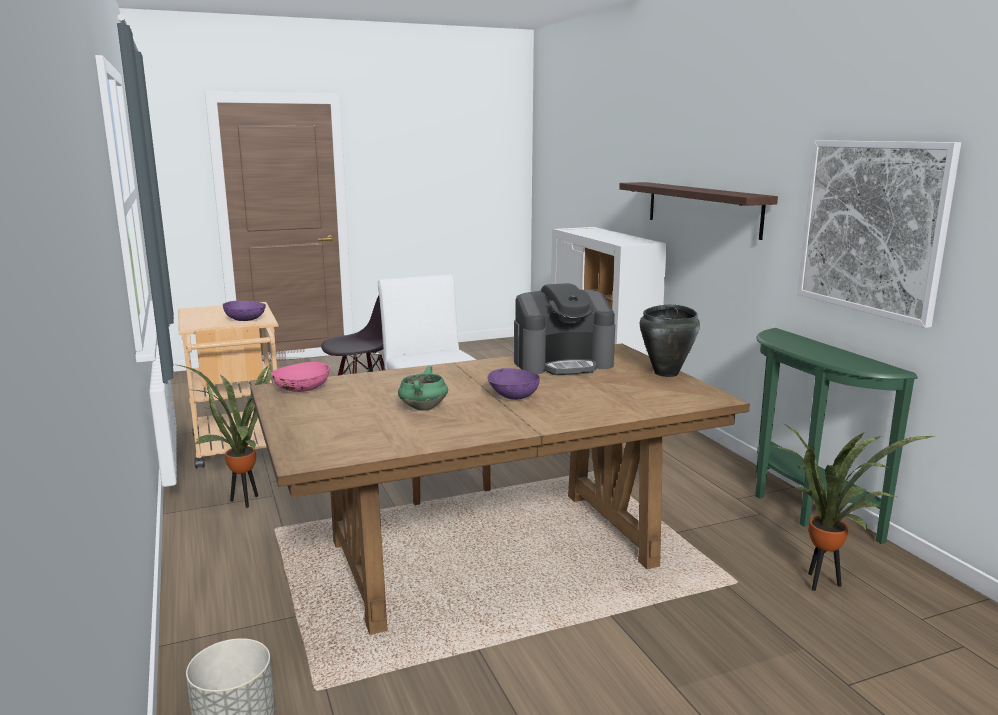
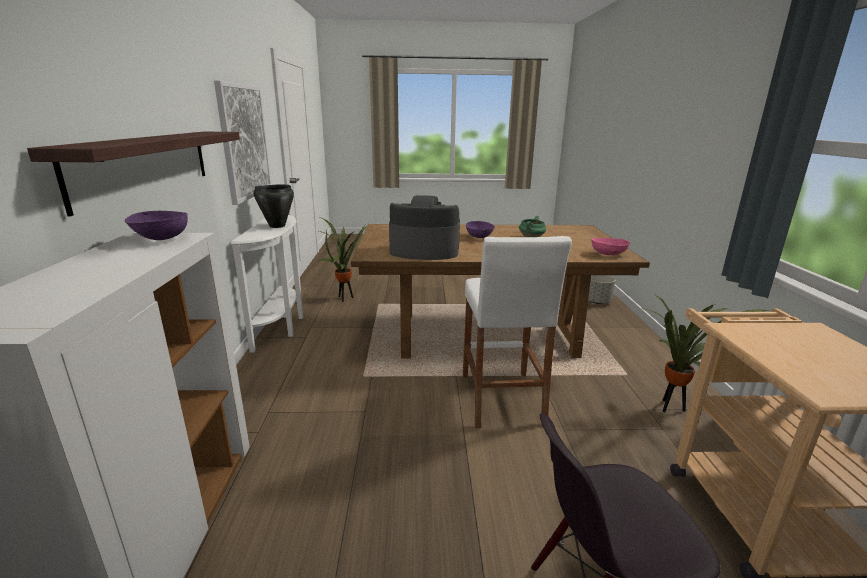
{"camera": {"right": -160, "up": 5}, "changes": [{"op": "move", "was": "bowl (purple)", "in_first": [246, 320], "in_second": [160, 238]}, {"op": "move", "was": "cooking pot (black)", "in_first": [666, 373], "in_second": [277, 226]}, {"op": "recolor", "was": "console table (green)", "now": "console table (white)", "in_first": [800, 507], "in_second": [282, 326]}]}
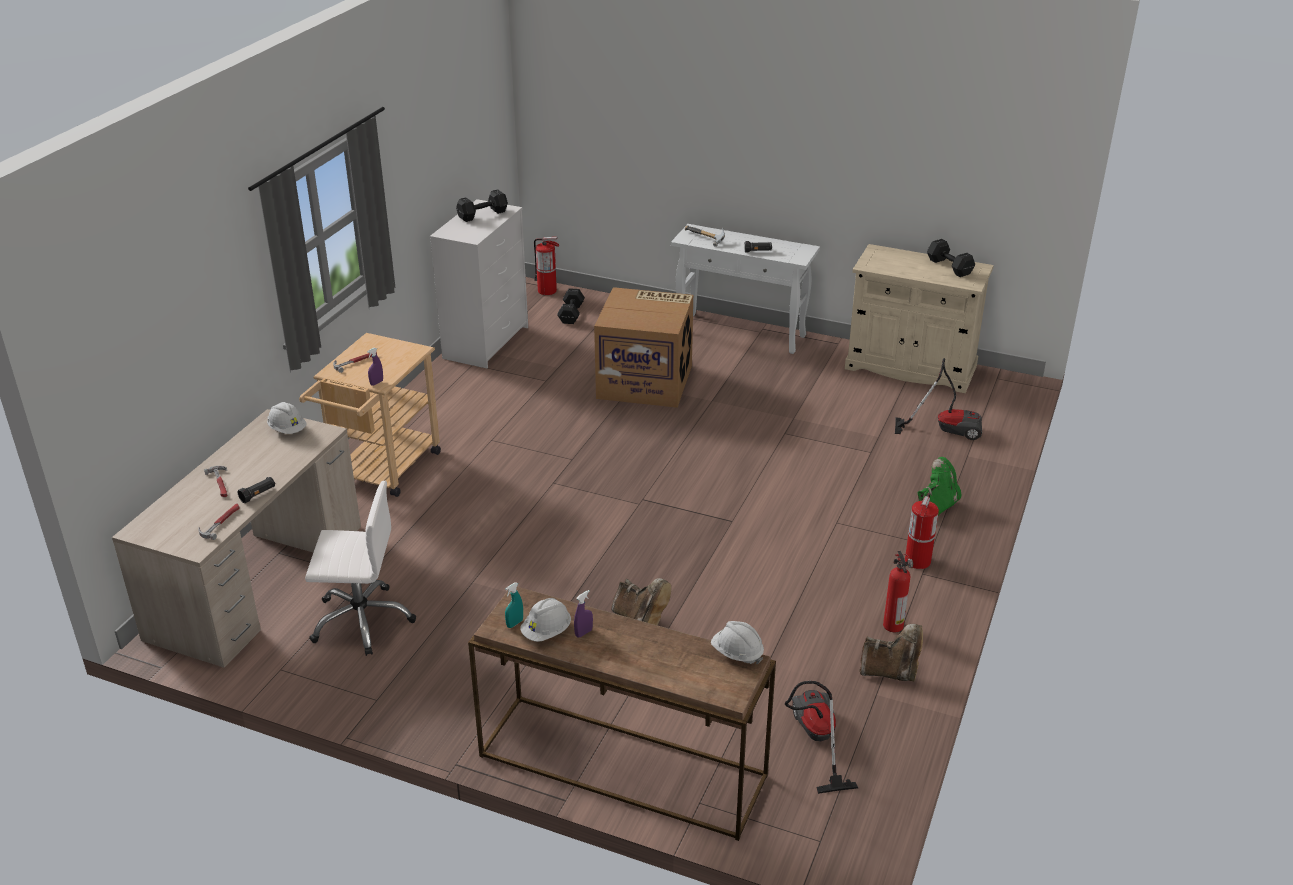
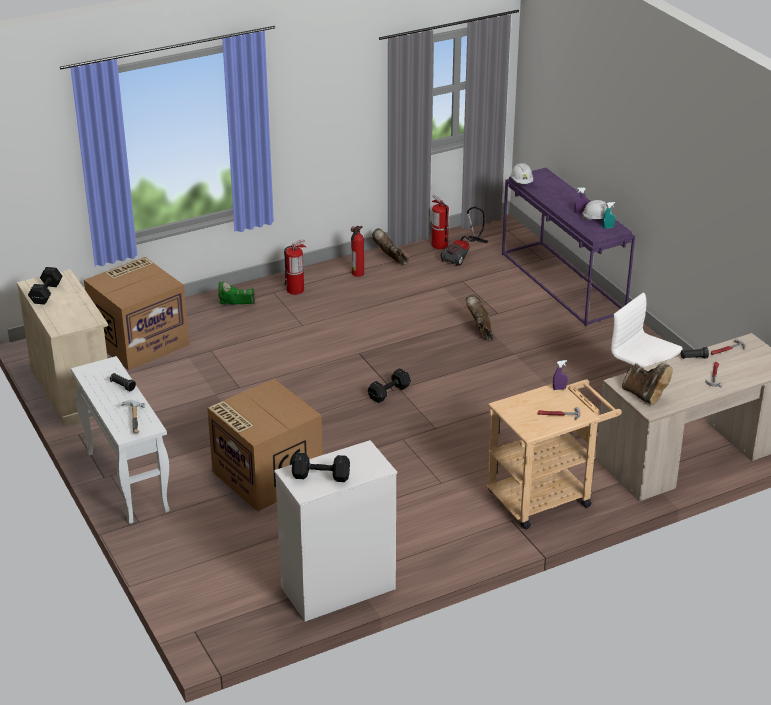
{"camera": {"right": -140, "up": 0}, "changes": [{"op": "move", "was": "fire extinguisher", "in_first": [547, 291], "in_second": [439, 245]}, {"op": "move", "was": "dumbbell (black)", "in_first": [570, 314], "in_second": [390, 392]}, {"op": "replace", "was": "vacuum cleaner", "now": "cardboard box", "in_first": [946, 429], "in_second": [140, 341]}, {"op": "replace", "was": "hard hat (white)", "now": "boot (brown)", "in_first": [287, 430], "in_second": [644, 396]}, {"op": "recolor", "was": "console table (brown)", "now": "console table (purple)", "in_first": [619, 767], "in_second": [563, 283]}]}
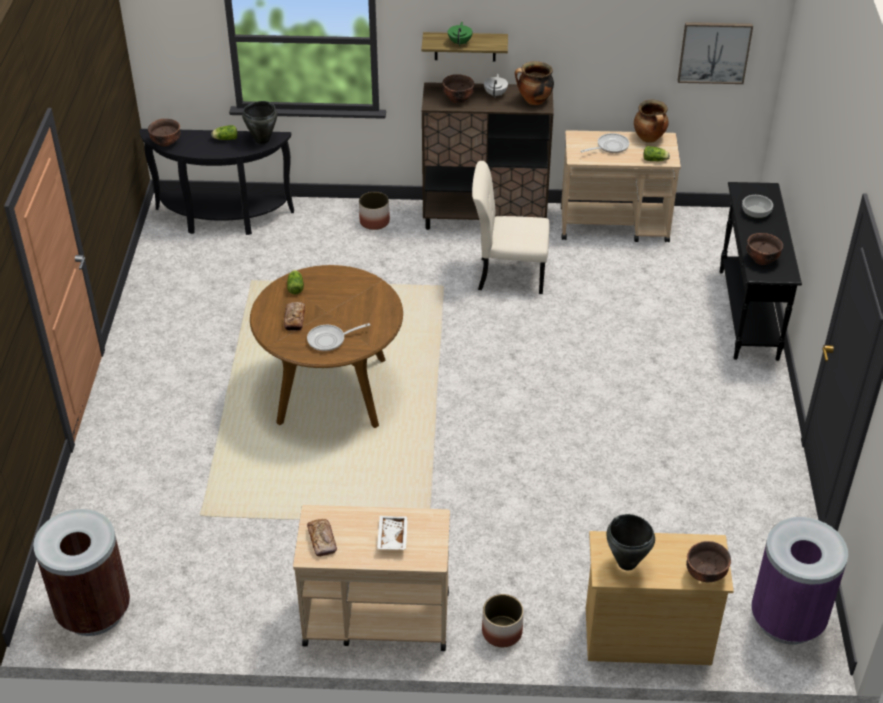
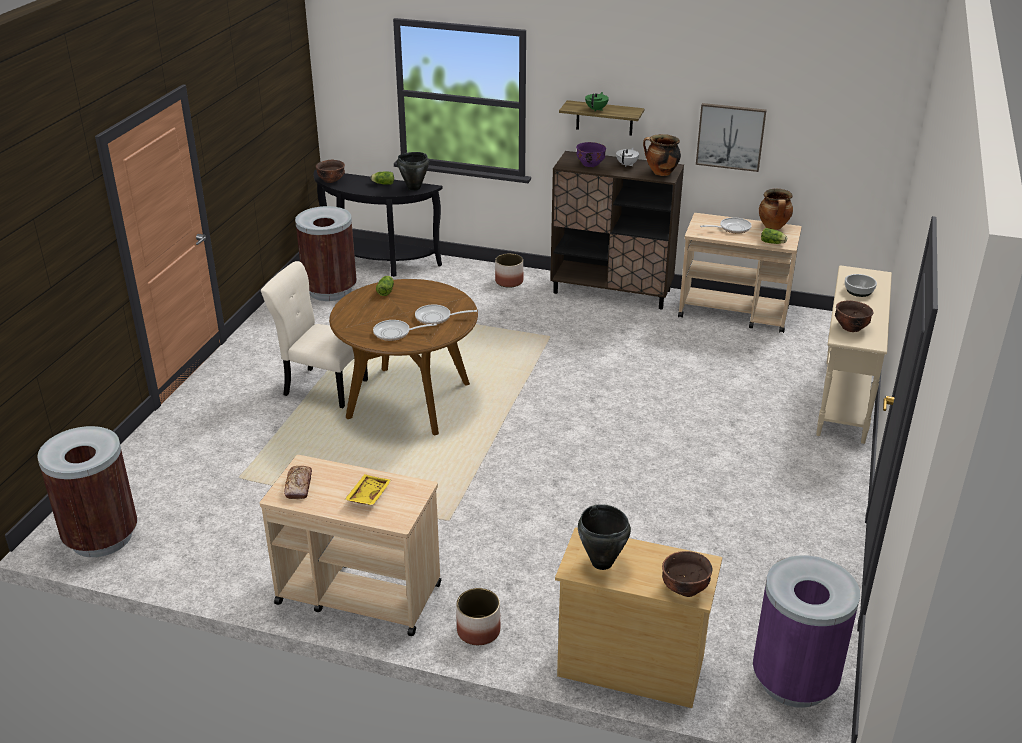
{"camera": {"right": 15, "up": -10}, "changes": [{"op": "move", "was": "picture", "in_first": [714, 52], "in_second": [730, 136]}, {"op": "recolor", "was": "bowl (brown)", "now": "bowl (purple)", "in_first": [457, 99], "in_second": [590, 164]}, {"op": "move", "was": "chair (beige)", "in_first": [508, 275], "in_second": [322, 387]}, {"op": "recolor", "was": "console table (black)", "now": "console table (beige)", "in_first": [747, 315], "in_second": [844, 401]}, {"op": "delete", "was": "bread", "in_first": [294, 319]}, {"op": "recolor", "was": "tray (white)", "now": "tray (yellow)", "in_first": [391, 537], "in_second": [367, 495]}, {"op": "insert", "now": "trash can (brown)", "in_second": [330, 290]}, {"op": "insert", "now": "frying pan", "in_second": [436, 318]}]}
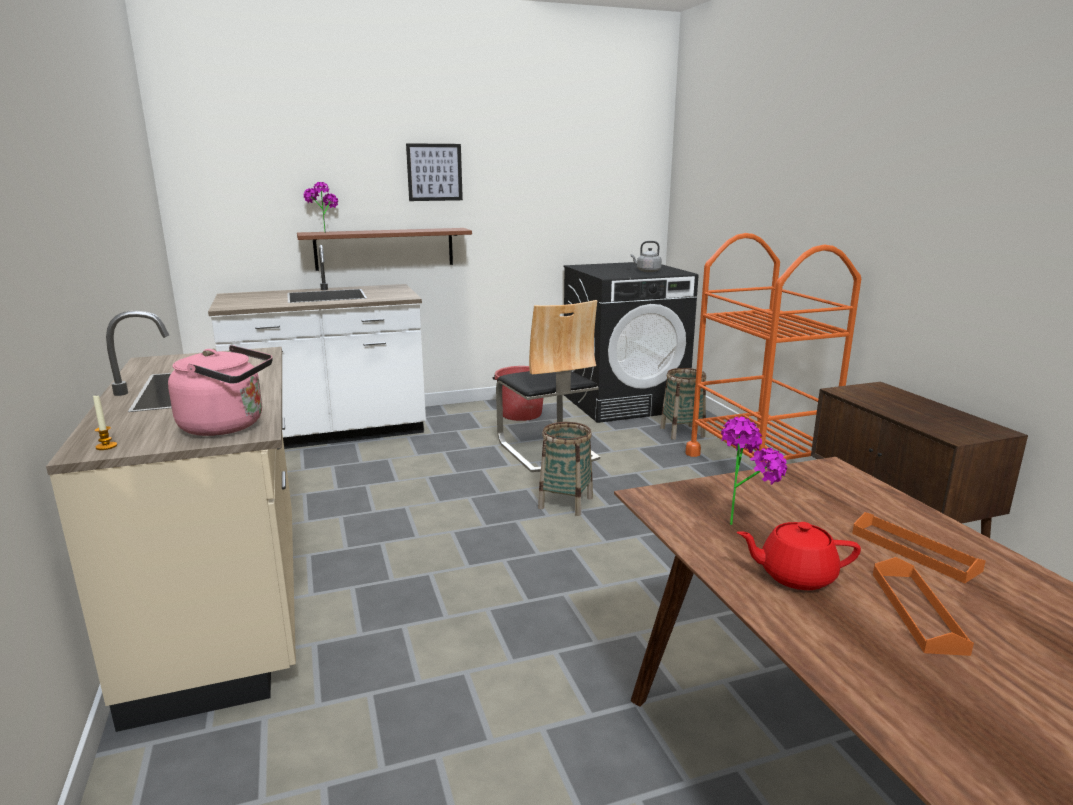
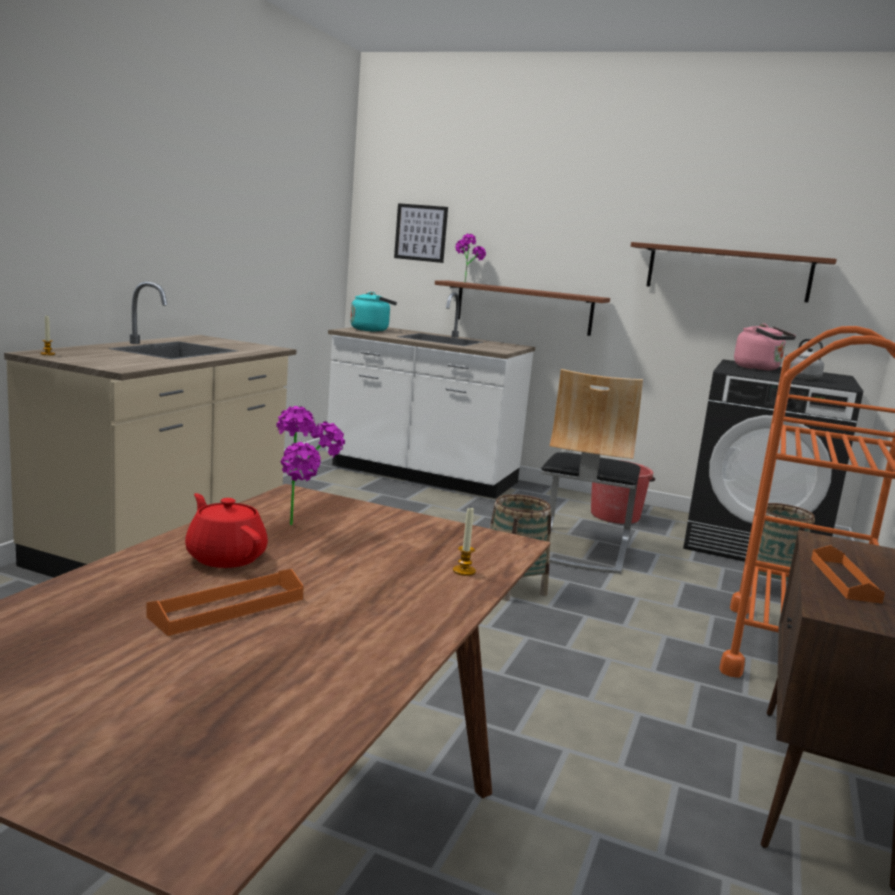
{"camera": {"right": 40, "up": -5}, "changes": [{"op": "move", "was": "picture", "in_first": [434, 172], "in_second": [421, 233]}, {"op": "move", "was": "kettle (pink)", "in_first": [228, 426], "in_second": [759, 369]}, {"op": "move", "was": "tray (orange)", "in_first": [914, 551], "in_second": [844, 580]}, {"op": "insert", "now": "shelf (brown)", "in_second": [728, 272]}, {"op": "insert", "now": "kettle (turquoise)", "in_second": [371, 330]}, {"op": "insert", "now": "candle", "in_second": [464, 571]}]}
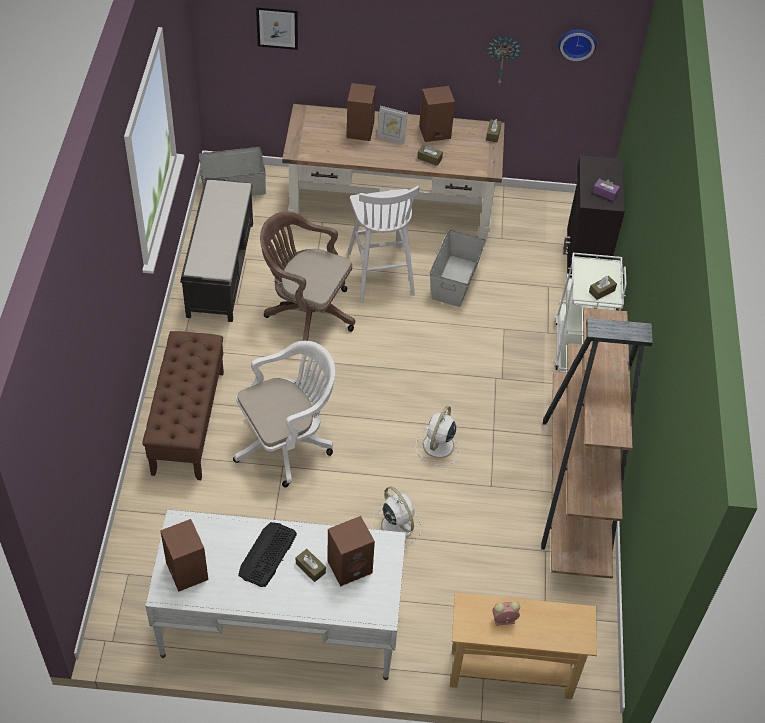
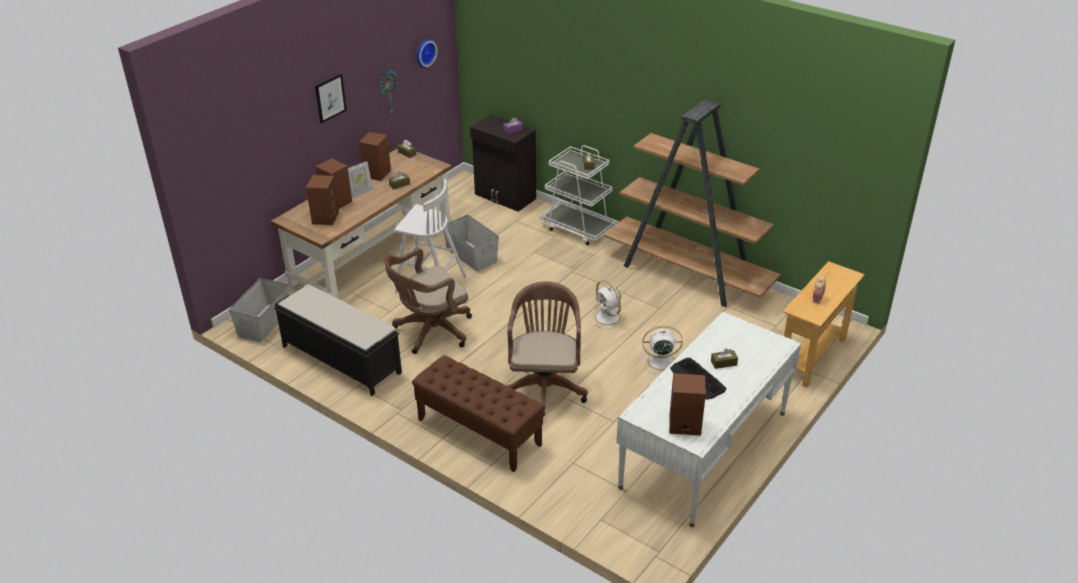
{"camera": {"right": -55, "up": -15}, "changes": [{"op": "move", "was": "picture", "in_first": [277, 27], "in_second": [330, 98]}, {"op": "recolor", "was": "office chair (white)", "now": "office chair (brown)", "in_first": [287, 443], "in_second": [545, 387]}, {"op": "move", "was": "speaker (brown)", "in_first": [350, 566], "in_second": [325, 217]}]}
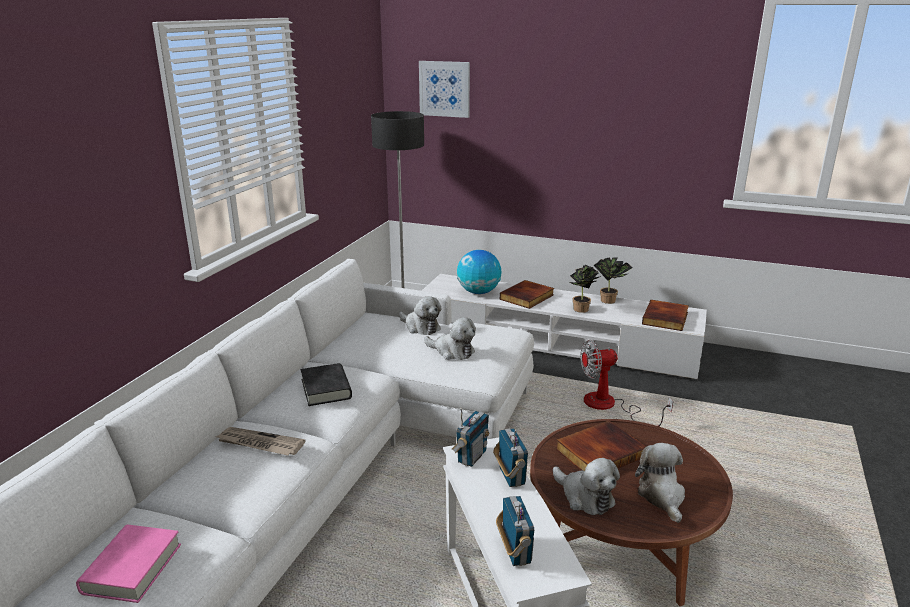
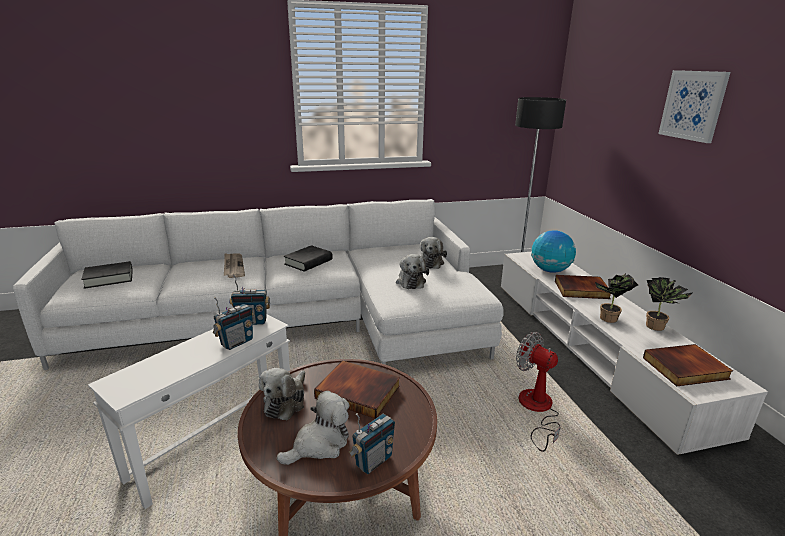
{"camera": {"right": 55, "up": 0}, "changes": [{"op": "move", "was": "picture", "in_first": [444, 89], "in_second": [693, 105]}, {"op": "move", "was": "radio", "in_first": [515, 552], "in_second": [373, 461]}, {"op": "recolor", "was": "book (pink)", "now": "book (black)", "in_first": [132, 568], "in_second": [109, 278]}]}
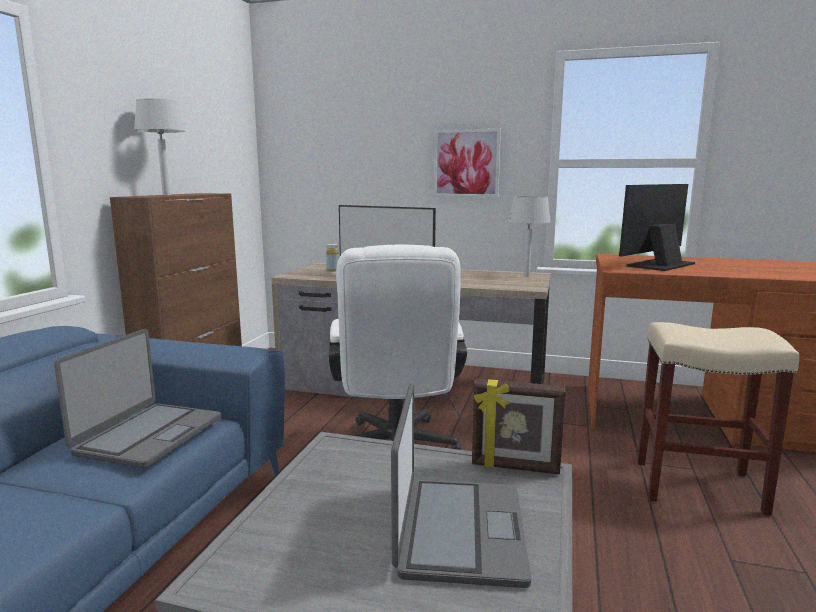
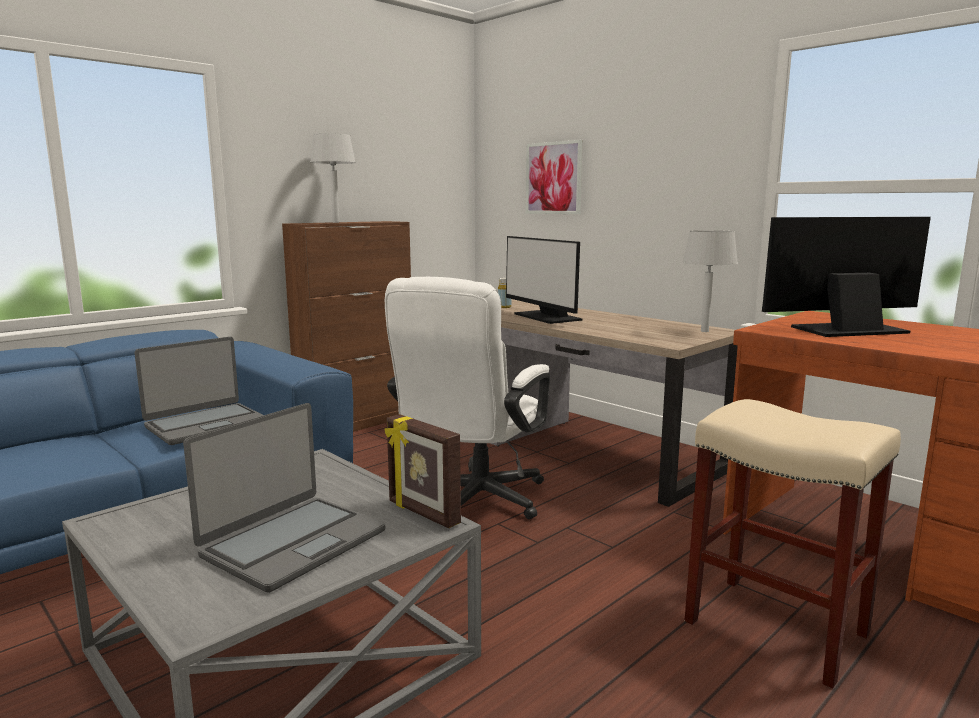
{"camera": {"right": 30, "up": 0}, "changes": [{"op": "move", "was": "picture", "in_first": [466, 163], "in_second": [554, 178]}]}
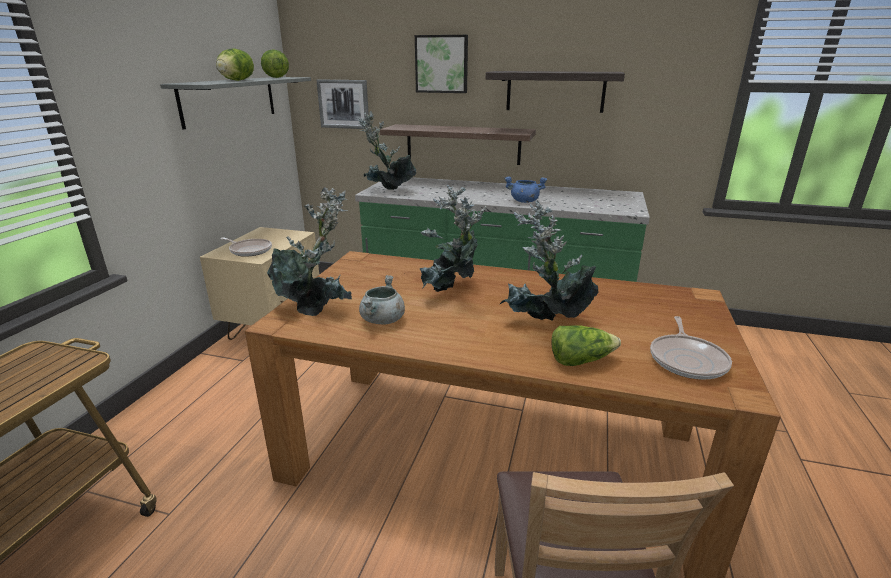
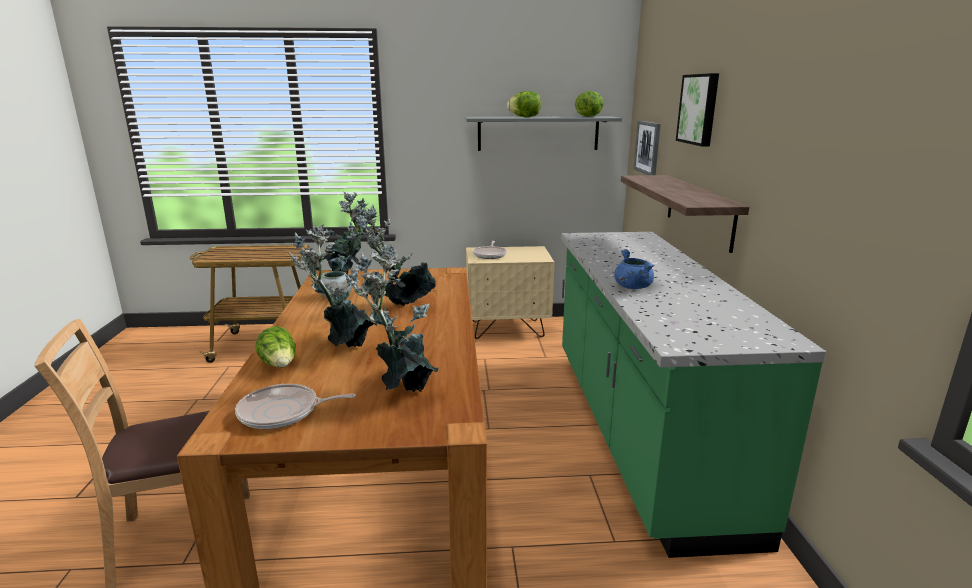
{"camera": {"right": 70, "up": -5}, "changes": [{"op": "delete", "was": "shelf", "in_first": [555, 91]}, {"op": "move", "was": "potted plant", "in_first": [387, 191], "in_second": [402, 389]}]}
